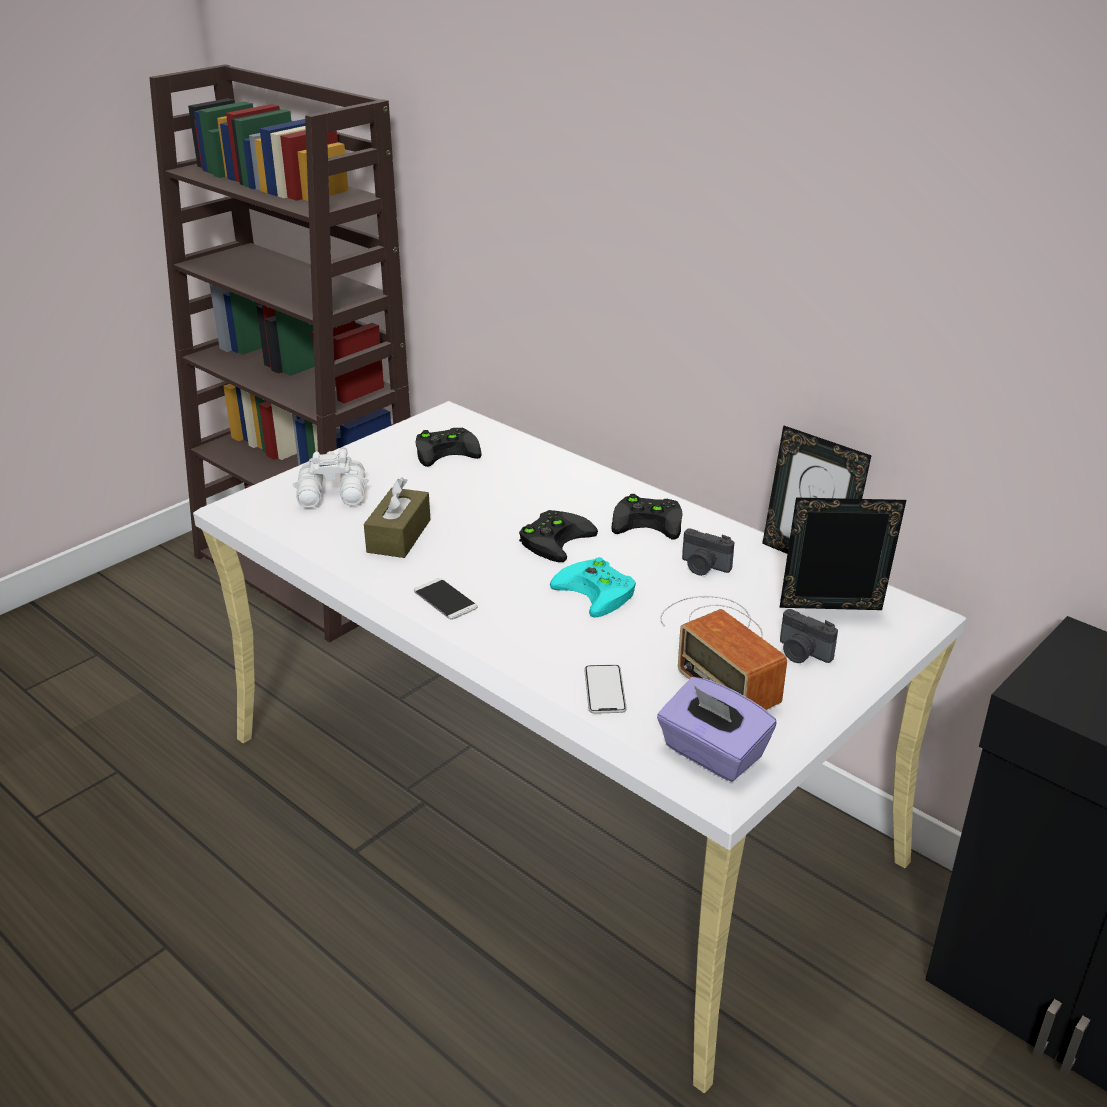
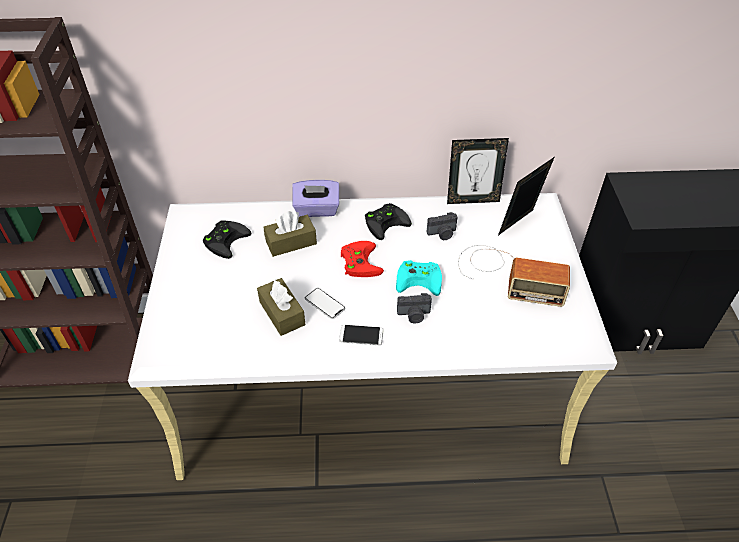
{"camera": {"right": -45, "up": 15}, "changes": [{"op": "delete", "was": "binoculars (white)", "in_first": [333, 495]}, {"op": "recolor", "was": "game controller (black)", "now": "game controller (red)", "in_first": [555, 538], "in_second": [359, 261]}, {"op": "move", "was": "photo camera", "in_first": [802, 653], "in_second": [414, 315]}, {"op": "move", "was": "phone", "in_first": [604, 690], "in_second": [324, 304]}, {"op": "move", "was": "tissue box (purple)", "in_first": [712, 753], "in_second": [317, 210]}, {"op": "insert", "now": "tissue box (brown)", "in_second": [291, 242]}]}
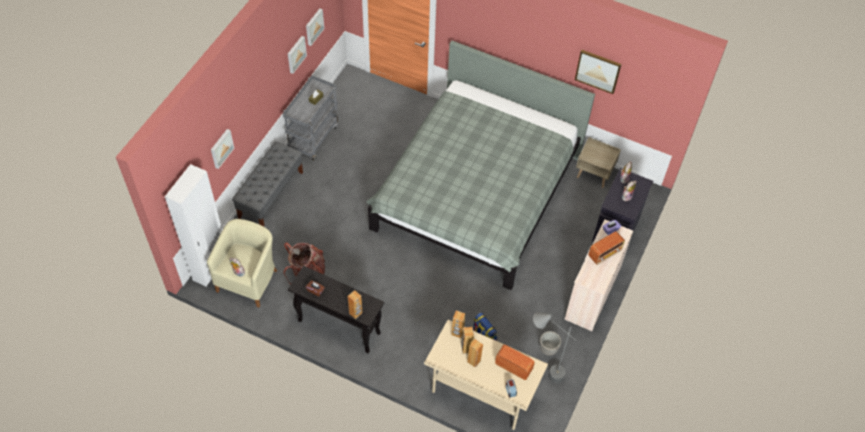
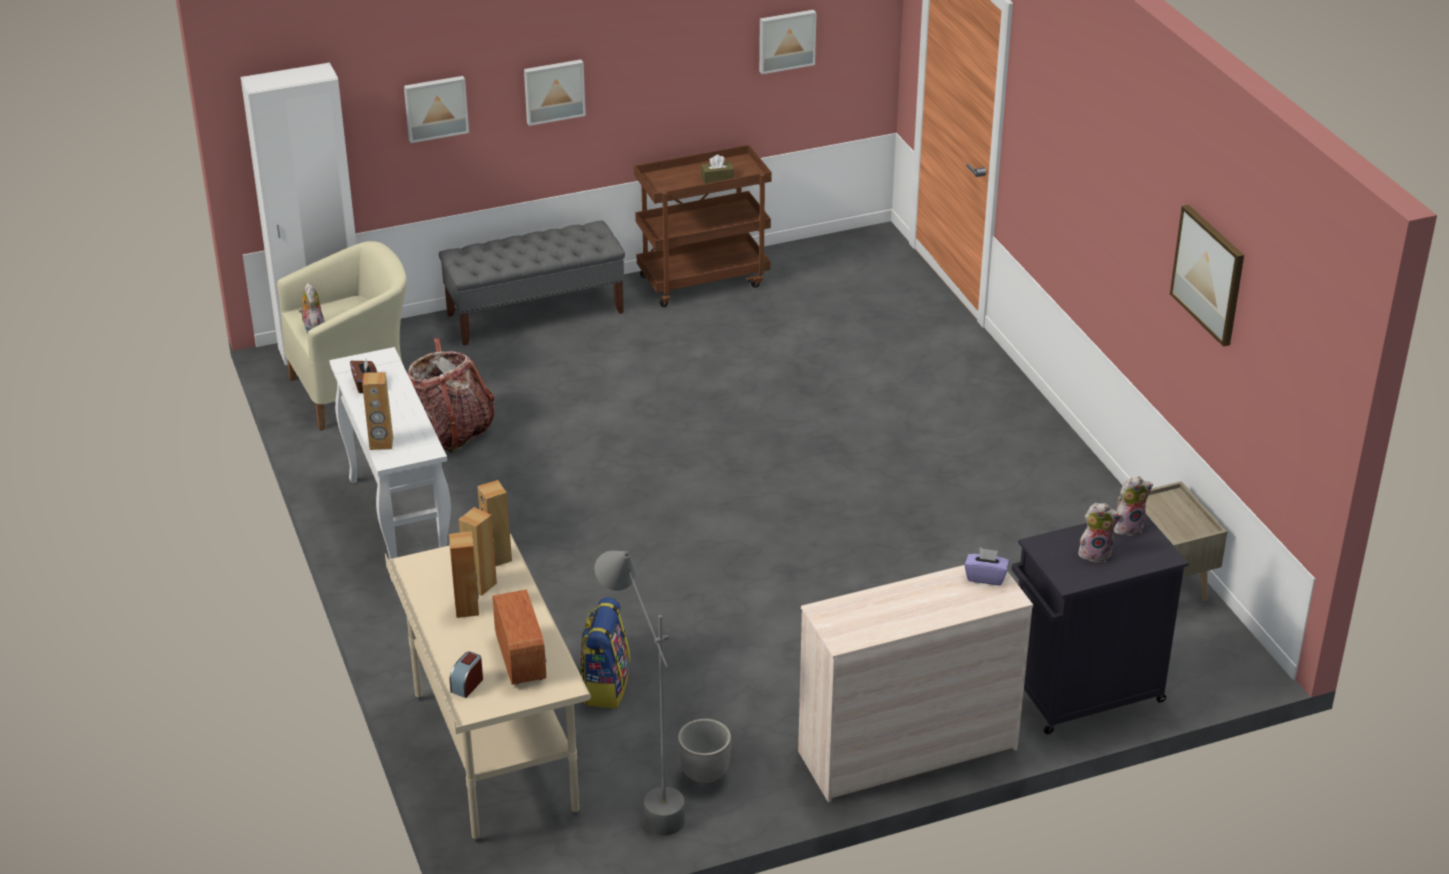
{"camera": {"right": 45, "up": -20}, "changes": [{"op": "move", "was": "picture", "in_first": [295, 54], "in_second": [554, 91]}, {"op": "delete", "was": "bed (grey)", "in_first": [476, 193]}, {"op": "recolor", "was": "cart (grey)", "now": "cart (brown)", "in_first": [313, 137], "in_second": [703, 280]}, {"op": "delete", "was": "radio", "in_first": [605, 253]}, {"op": "recolor", "was": "console table (black)", "now": "console table (white)", "in_first": [338, 327], "in_second": [397, 523]}]}
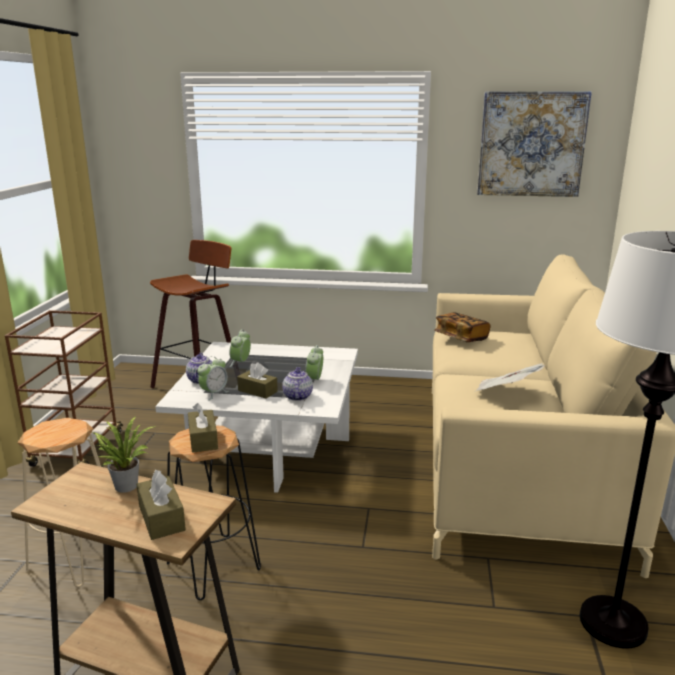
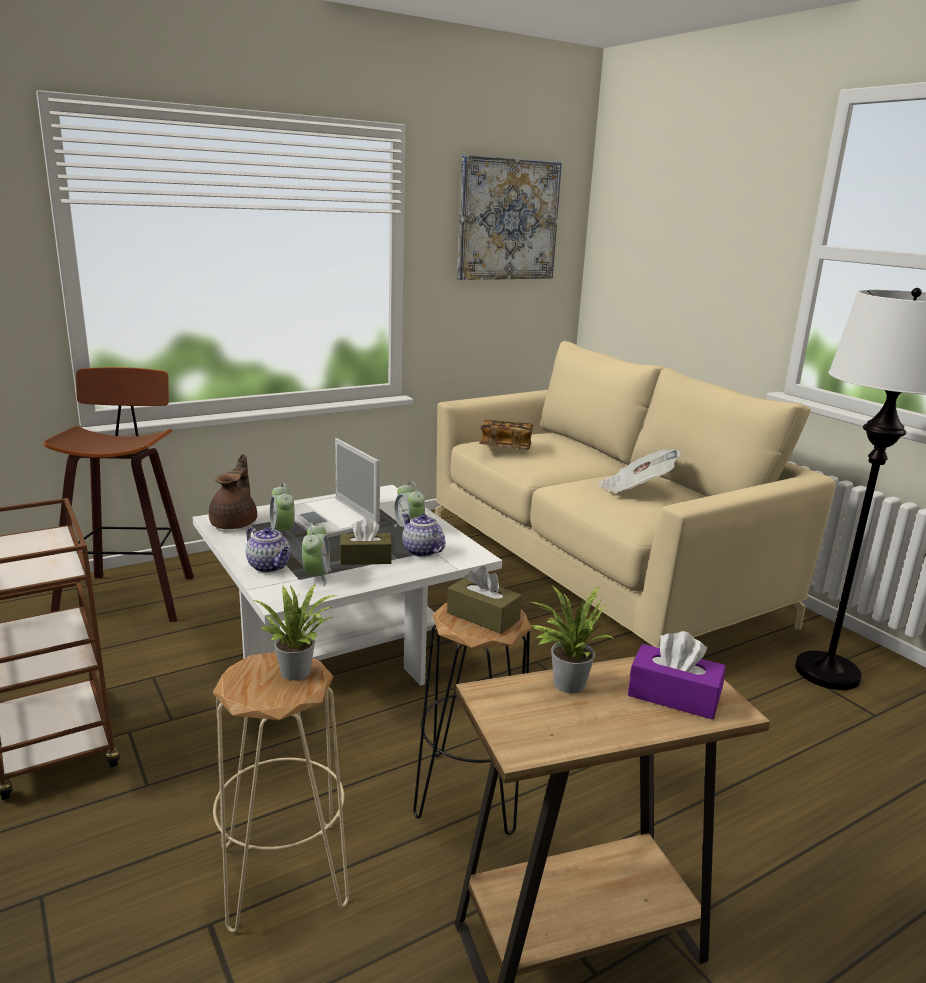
{"camera": {"right": -40, "up": 0}, "changes": [{"op": "recolor", "was": "tissue box (brown)", "now": "tissue box (purple)", "in_first": [161, 518], "in_second": [673, 696]}, {"op": "insert", "now": "laptop", "in_second": [330, 519]}, {"op": "insert", "now": "teapot (brown)", "in_second": [235, 523]}, {"op": "insert", "now": "potted plant", "in_second": [298, 670]}]}
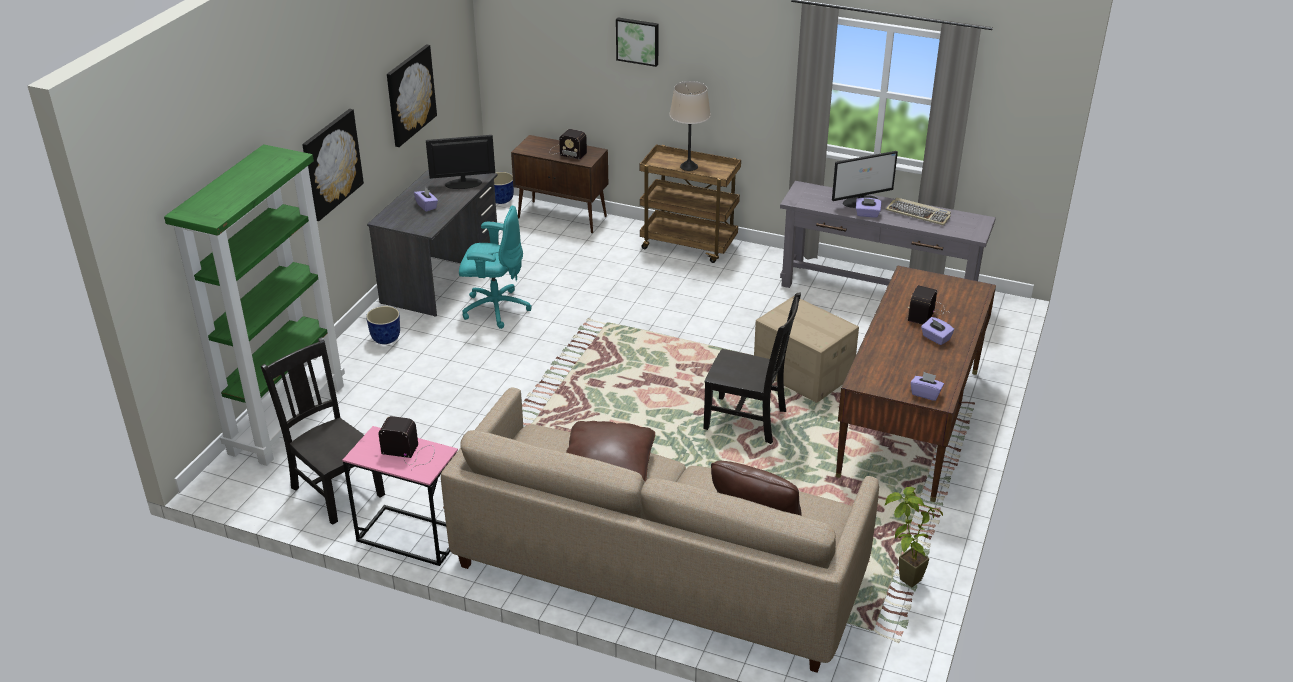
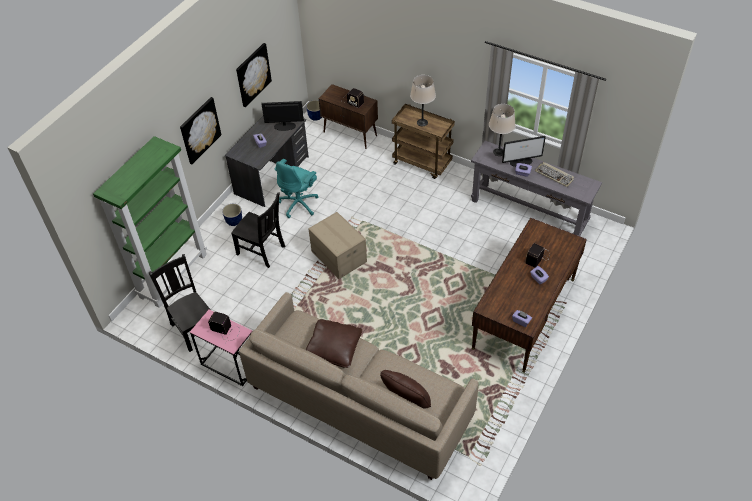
{"camera": {"right": 10, "up": 15}, "changes": [{"op": "delete", "was": "picture", "in_first": [638, 41]}, {"op": "rotate", "was": "office chair (turquoise)", "in_first": [495, 308], "in_second": [299, 204], "clockwise": 105}, {"op": "move", "was": "chair (black)", "in_first": [748, 420], "in_second": [262, 251]}, {"op": "move", "was": "cardboard box", "in_first": [802, 373], "in_second": [338, 256]}, {"op": "delete", "was": "potted plant", "in_first": [903, 582]}, {"op": "insert", "now": "table lamp (beige)", "in_second": [499, 152]}]}
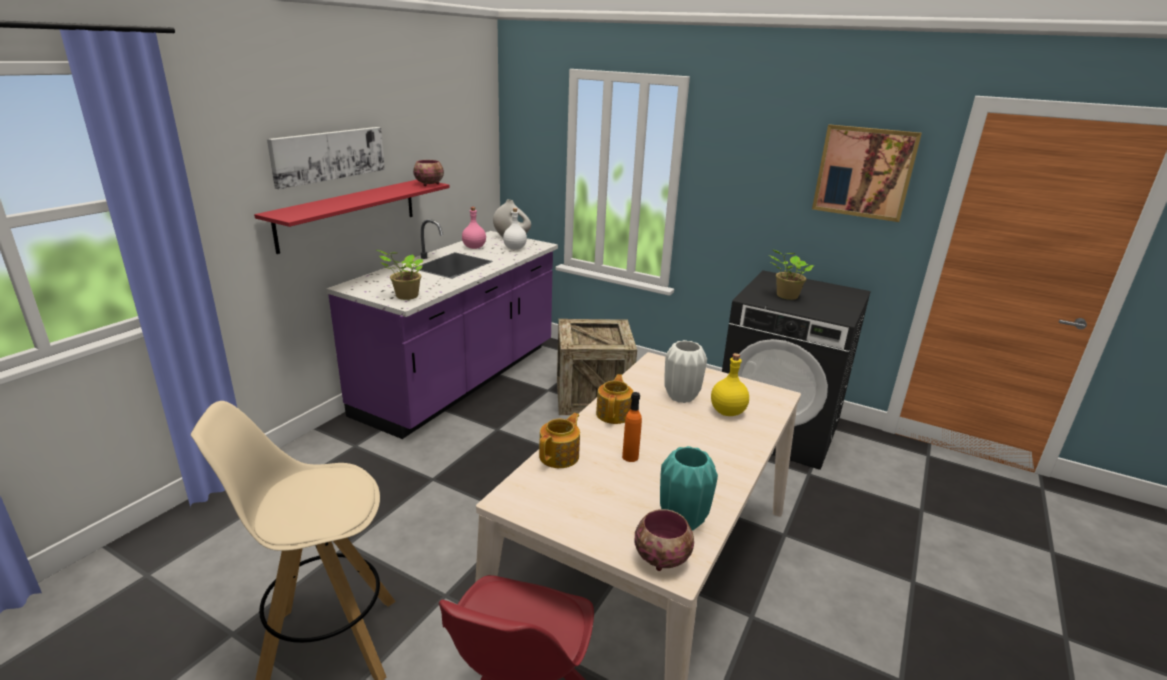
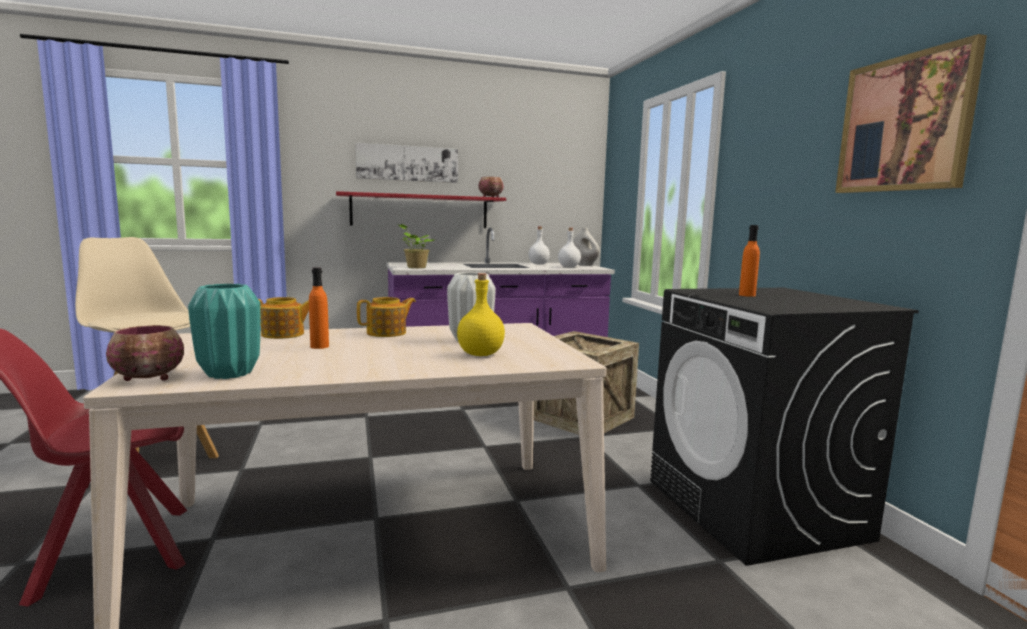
{"camera": {"right": 45, "up": -15}, "changes": [{"op": "recolor", "was": "bottle (pink)", "now": "bottle (white)", "in_first": [474, 247], "in_second": [538, 264]}, {"op": "replace", "was": "potted plant", "now": "bottle (orange)", "in_first": [785, 296], "in_second": [747, 295]}]}
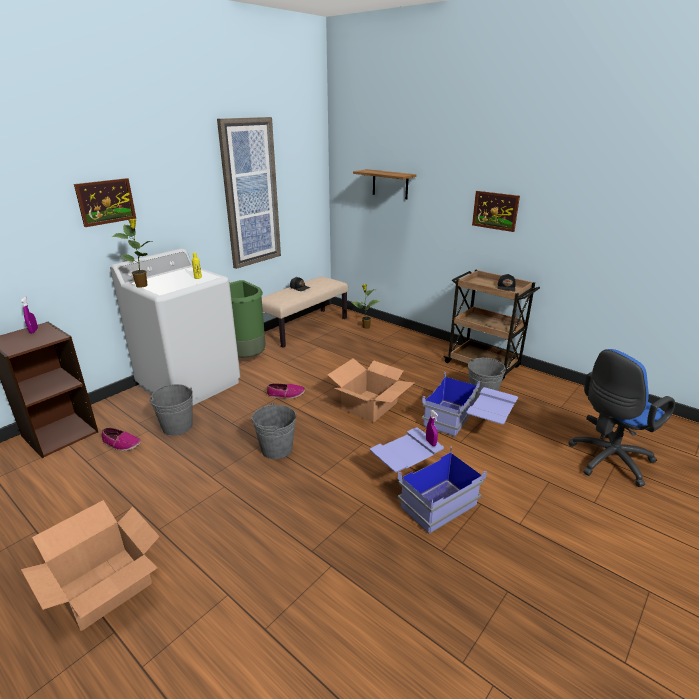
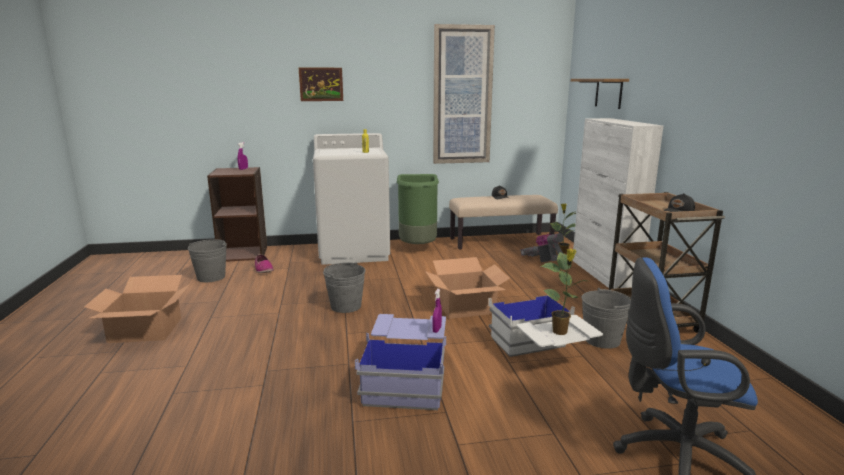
{"camera": {"right": 40, "up": -10}, "changes": [{"op": "delete", "was": "picture", "in_first": [495, 211]}, {"op": "move", "was": "potted plant", "in_first": [142, 285], "in_second": [560, 332]}, {"op": "recolor", "was": "storage box (blue)", "now": "storage box (white)", "in_first": [467, 425], "in_second": [540, 354]}, {"op": "delete", "was": "shoe", "in_first": [286, 394]}, {"op": "move", "was": "bucket (grey)", "in_first": [177, 426], "in_second": [211, 277]}, {"op": "insert", "now": "cabinet (white)", "in_second": [604, 274]}, {"op": "insert", "now": "vacuum cleaner", "in_second": [544, 262]}]}
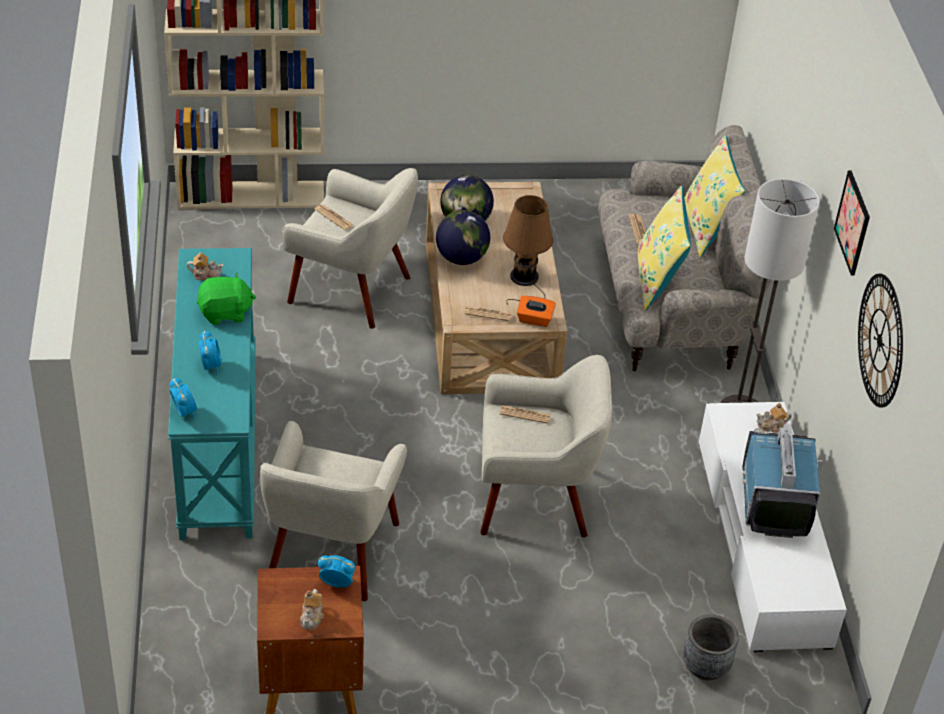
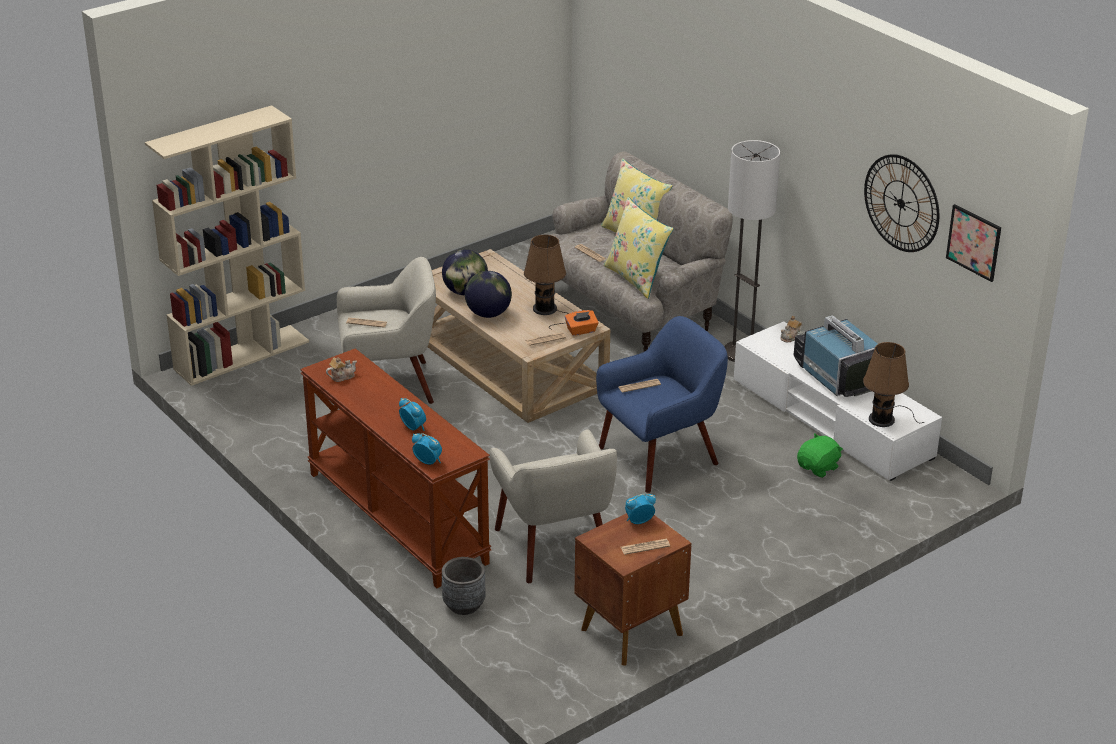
{"camera": {"right": -30, "up": -10}, "changes": [{"op": "move", "was": "picture", "in_first": [853, 222], "in_second": [974, 242]}, {"op": "recolor", "was": "console table (turquoise)", "now": "console table (brown)", "in_first": [217, 441], "in_second": [395, 518]}, {"op": "move", "was": "plush toy (green)", "in_first": [225, 313], "in_second": [818, 468]}, {"op": "recolor", "was": "armchair (beige)", "now": "armchair (blue)", "in_first": [536, 497], "in_second": [660, 456]}, {"op": "replace", "was": "teapot", "now": "newspaper", "in_first": [312, 617], "in_second": [645, 547]}, {"op": "move", "was": "planter (grey)", "in_first": [705, 666], "in_second": [464, 605]}, {"op": "insert", "now": "table lamp (brown)", "in_second": [884, 419]}]}
